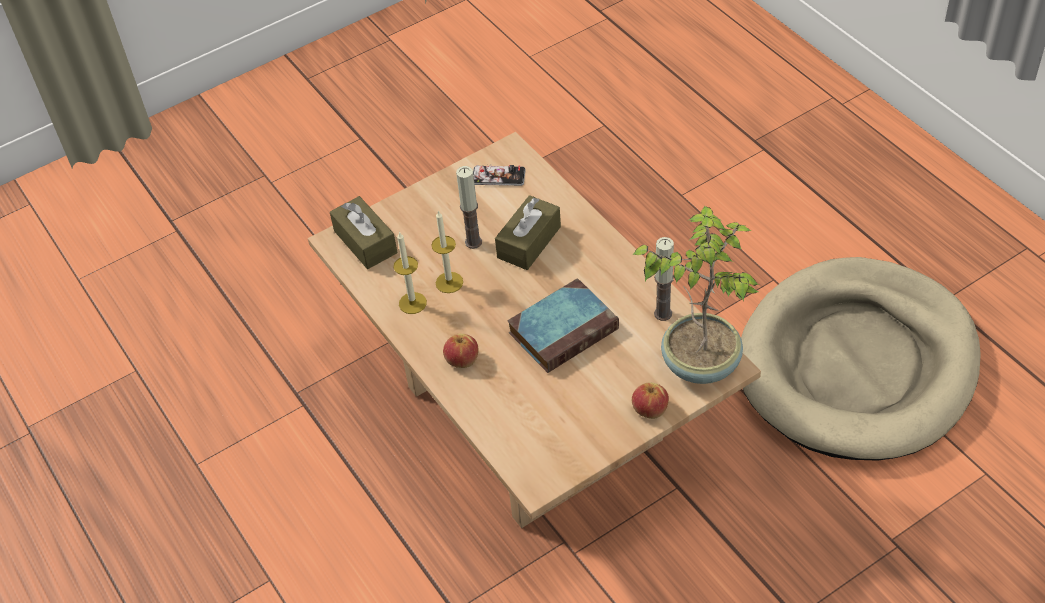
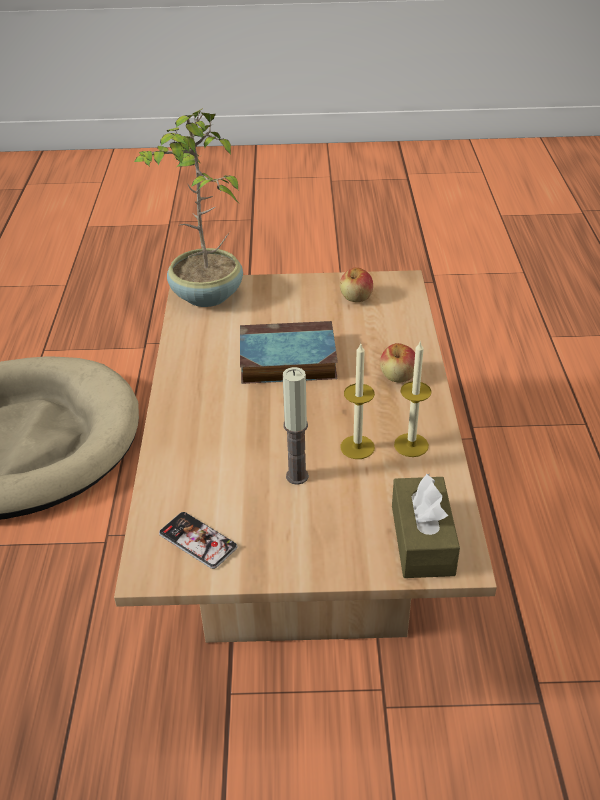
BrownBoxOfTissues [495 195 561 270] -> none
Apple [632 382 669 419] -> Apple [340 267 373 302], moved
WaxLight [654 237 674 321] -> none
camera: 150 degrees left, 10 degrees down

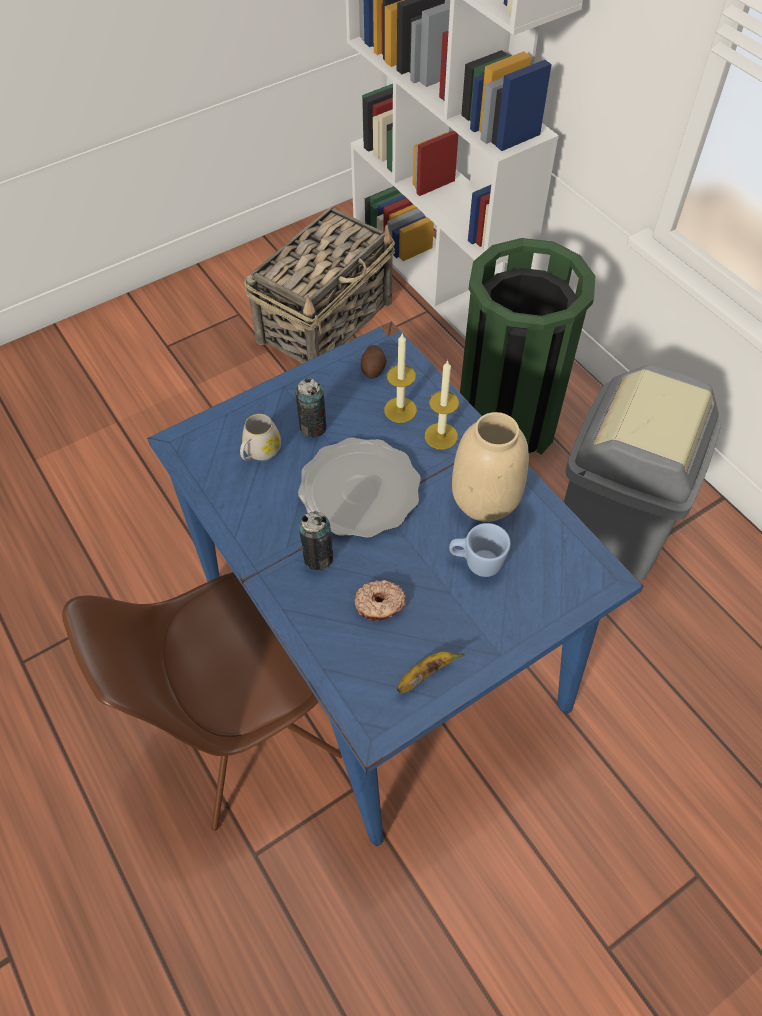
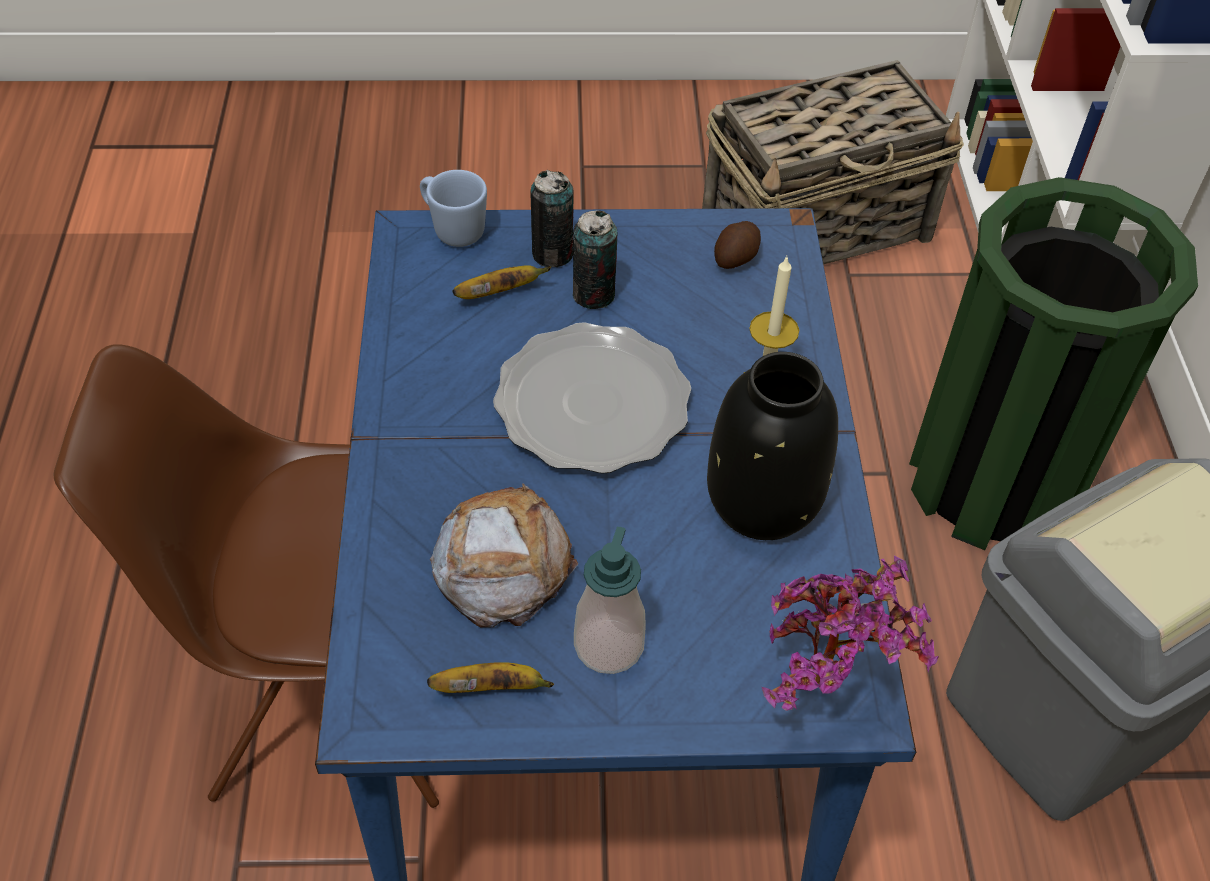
WhiteColouredMug [240 414 281 461] -> Banana [452 265 551 299]
MetalCan [299 511 333 571] -> MetalCan [530 170 573 267], moved
RingDoughnut [354 580 406 622] -> BakedBread [430 483 578 628]
WaxLight [384 334 417 423] -> none
BlueColouredMug [449 523 511 577] -> BlueColouredMug [420 170 487 247], moved
BeigeFlowerVase [452 412 529 522] -> BlackColouredFlowerVase [707 352 838 540]
none -> SoapDispenser [574 527 646 674]
none -> Houseplant [762 556 938 711]
camera: 30 degrees right, 5 degrees down

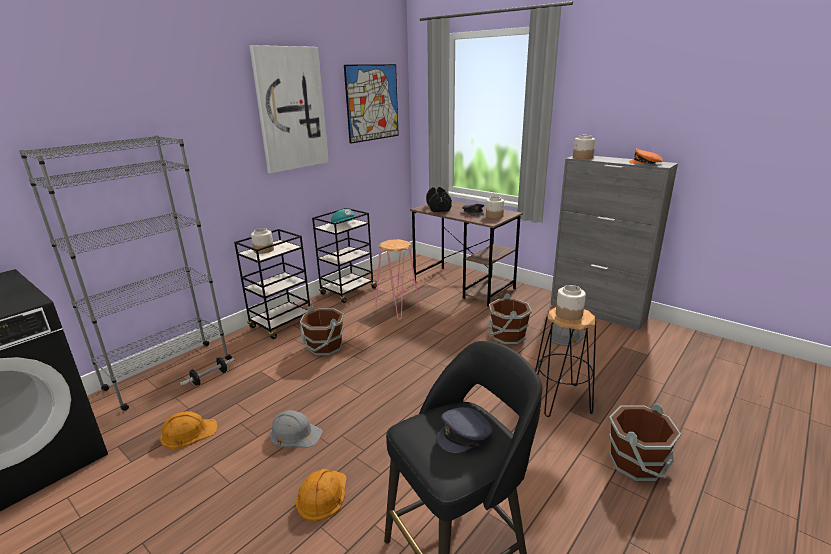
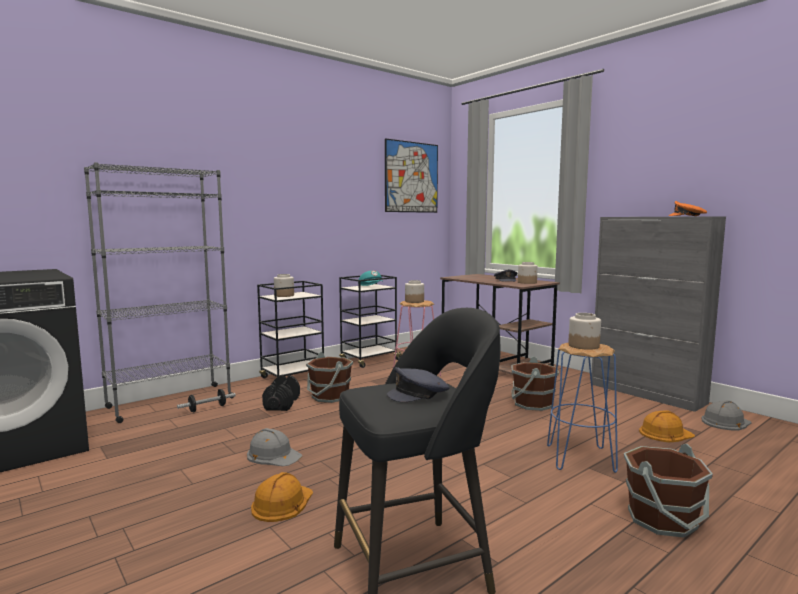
OrangeColouredHardHat [160 411 218 449] -> OrangeColouredHardHat [639 410 695 442], moved
WallArt [250 45 329 173] -> none
BlackColouredDumbbell [426 187 452 212] -> BlackColouredDumbbell [262 375 300 411], moved
BlackColouredStoolSeat [535 307 596 417] -> BlueColouredStoolSeat [547 343 618 473]
GrayHardHat [549 324 585 346] -> GrayHardHat [701 400 751 431], moved
PreserveJar [573 135 595 159] -> PreserveJar [405 280 424 303], moved
camera: 10 degrees right, 15 degrees down

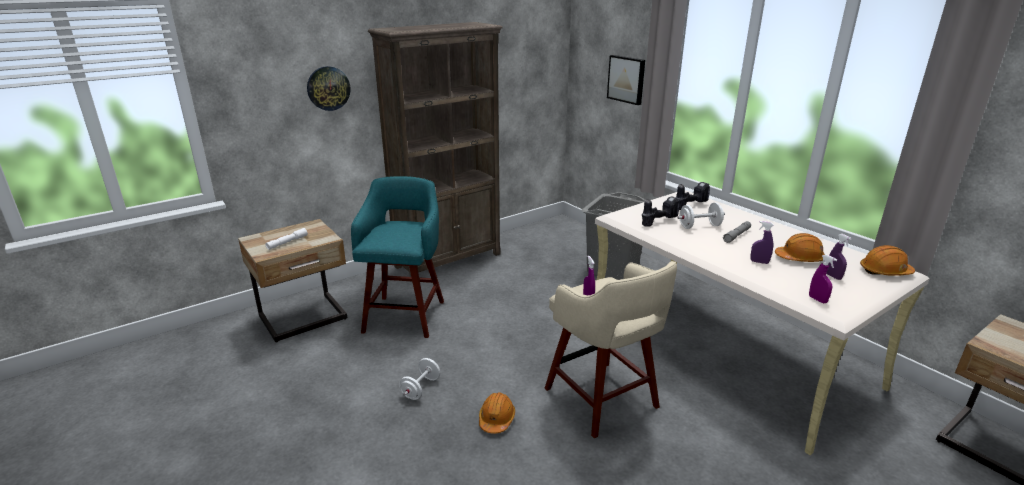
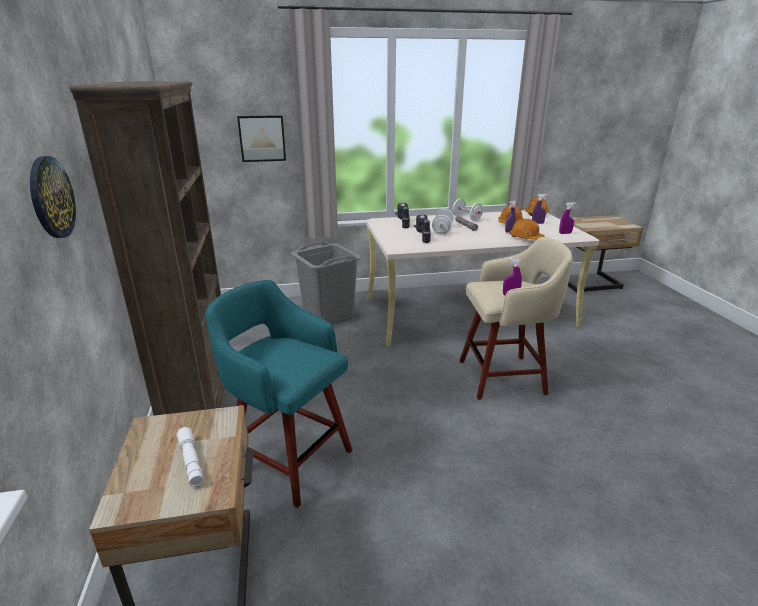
WhiteColouredDumbbell [399 358 440 400] -> WhiteColouredDumbbell [453 199 483 221], moved
OrangeColouredHardHat [479 393 515 434] -> OrangeColouredHardHat [509 219 545 240], moved
camera: 65 degrees left, 0 degrees up

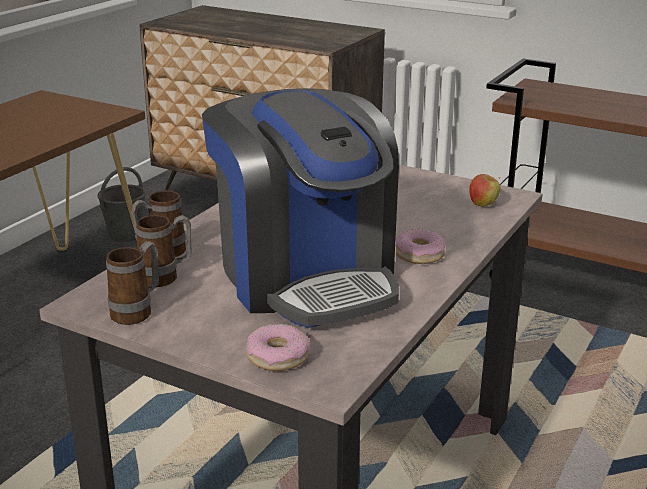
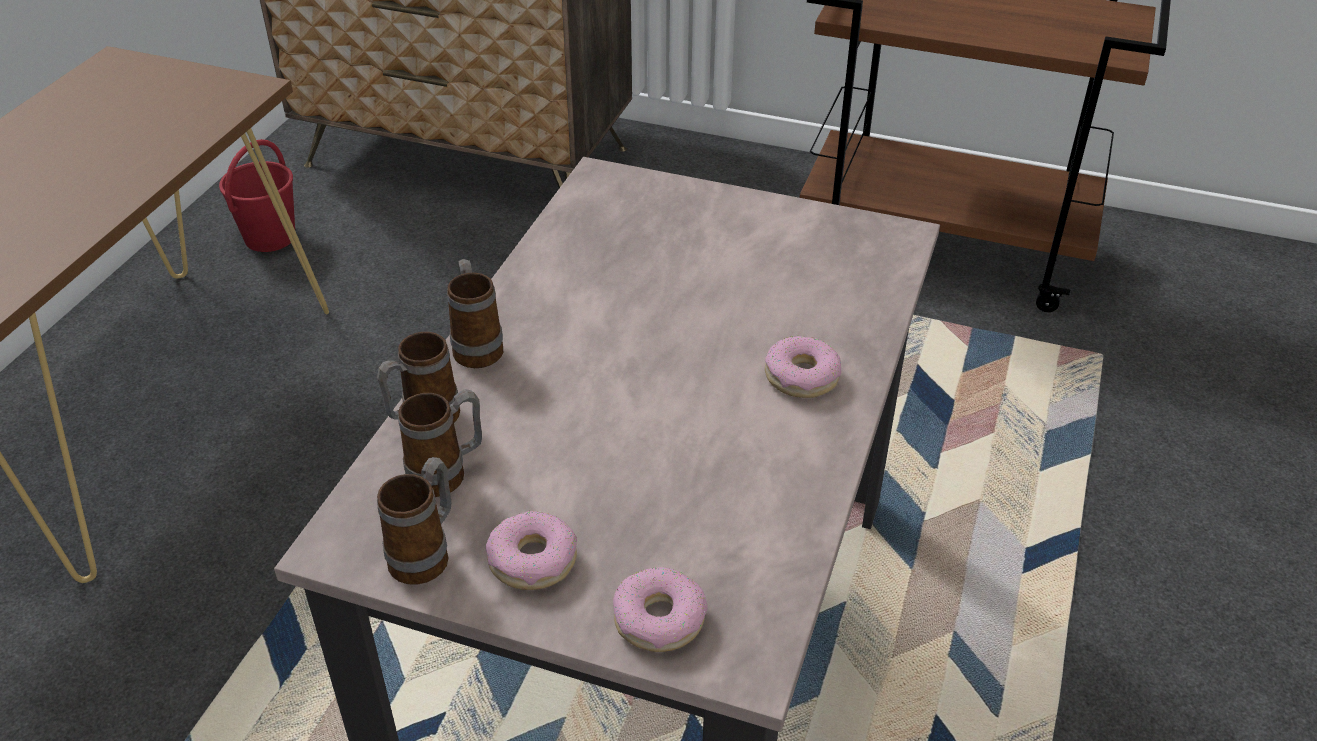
GrayPail [98 167 146 242] -> RedPail [219 139 295 252]
CoffeeMaker [202 88 399 328] -> none
Apple [469 174 501 207] -> none
none -> Mug [447 259 503 368]
none -> RingDoughnut [486 511 577 590]
camera: 10 degrees left, 15 degrees up

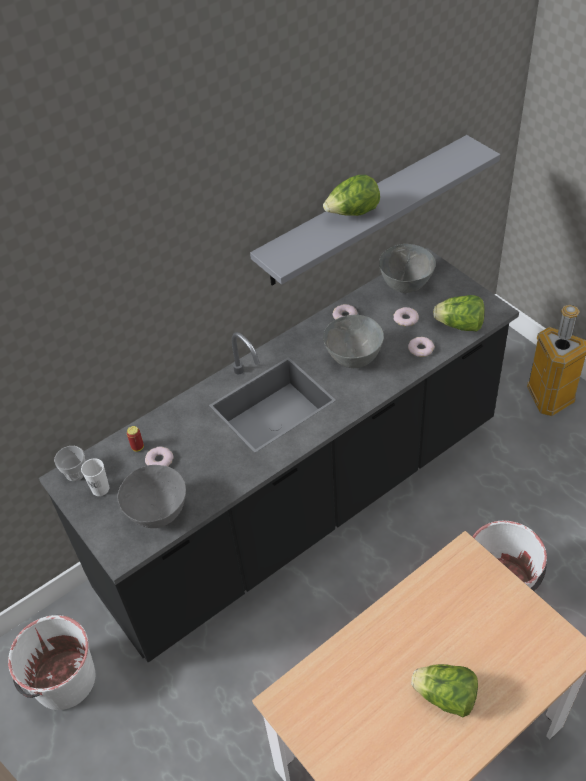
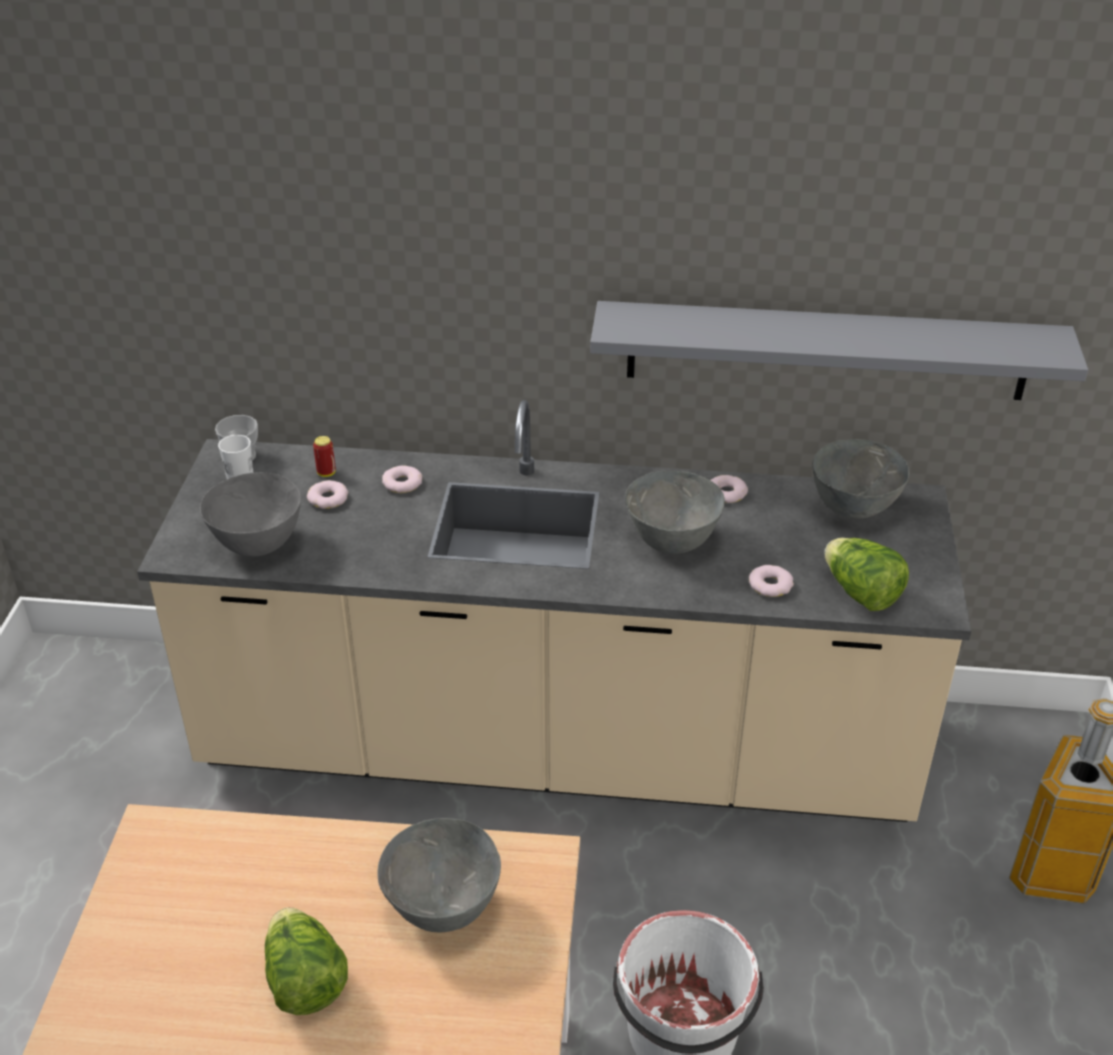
WhiteColouredPail [8 615 95 710] -> none
BlackColouredCounter [39 248 519 663] -> BeigeCounter [137 400 971 822]
LettuceHead [323 175 380 216] -> none
RingDoughnut [393 307 419 326] -> RingDoughnut [382 465 422 493], moved
none -> GrayBowl [377 818 501 933]
camera: 40 degrees right, 10 degrees down

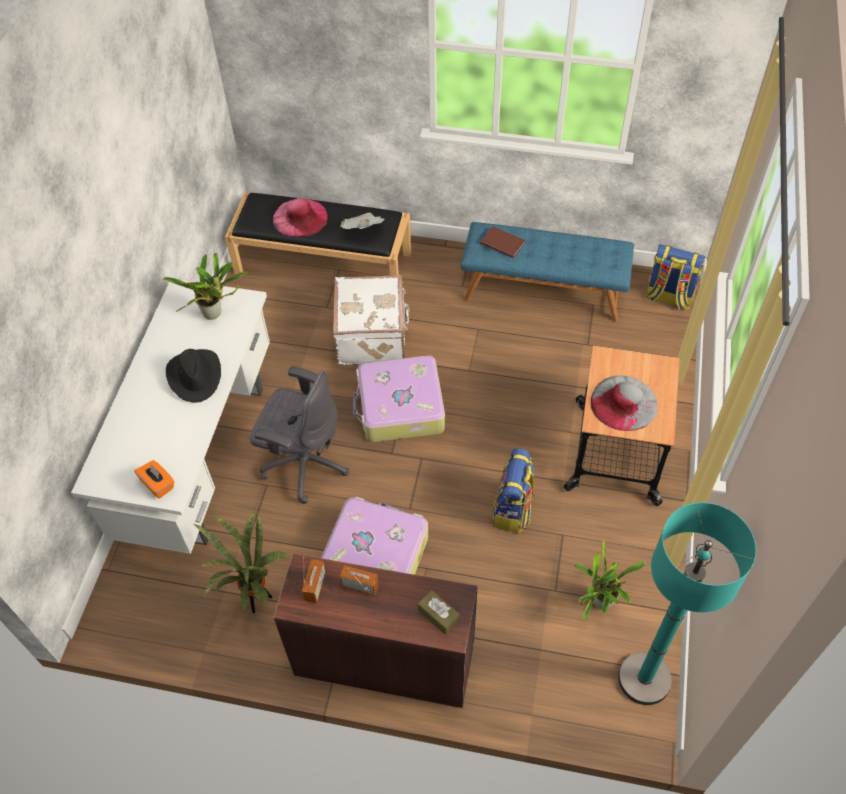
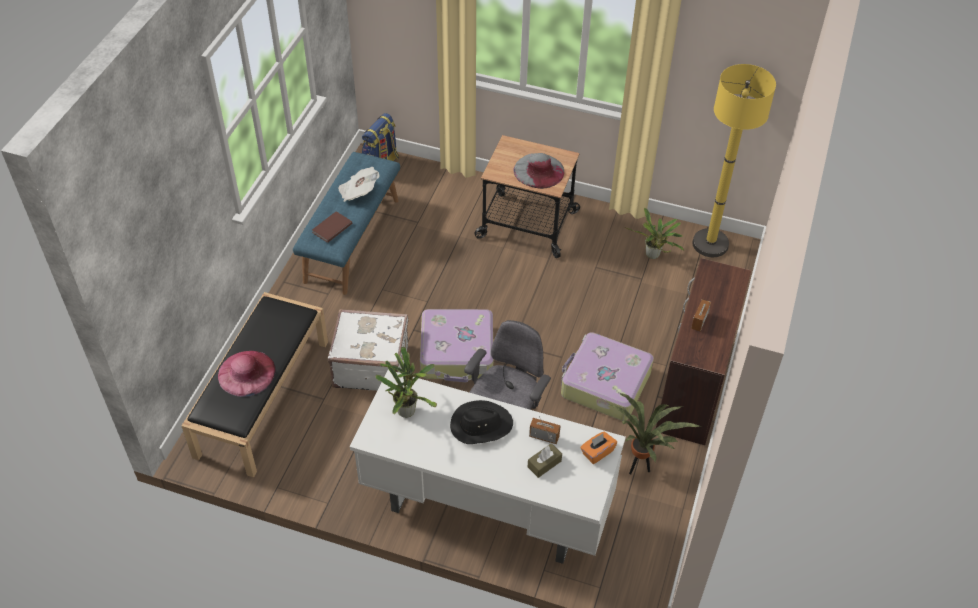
RadioSet [302 556 326 603] -> RadioSet [529 416 561 444], moved
DailyPaper [340 213 385 229] -> DailyPaper [338 167 379 202], moved
BrownBoxOfTissues [418 590 460 635] -> BrownBoxOfTissues [528 443 562 478], moved
Rucksack [492 448 535 533] -> none
TurquoiseColouredStandardLamp [618 502 756 705] -> YellowishStandardLamp [692 64 776 257]
camera: 85 degrees left, 5 degrees down

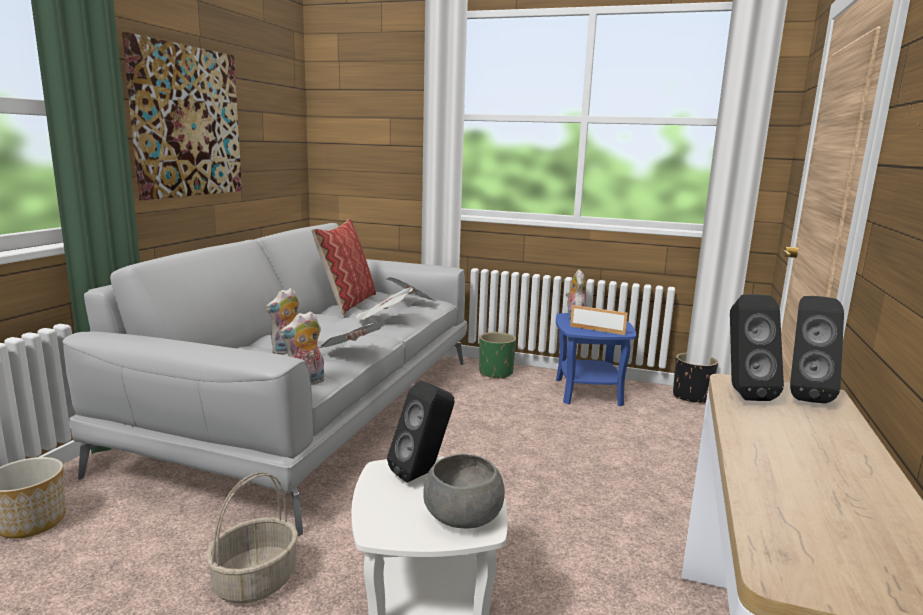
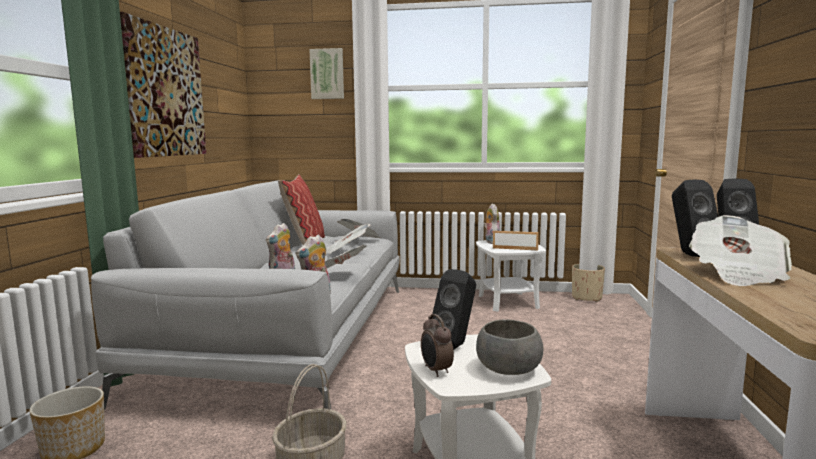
GreenPlantPot [479 332 516 379] -> none
BlueColouredAccentTable [556 313 636 406] -> WhiteColouredAccentTable [476 240 546 312]
BlackColouredPlantPot [673 353 718 405] -> BeigePlantPot [572 264 605 302]
none -> WallArt [309 48 344 99]
none -> BedsideClock [421 314 454 377]
none -> DailyPaper [689 215 792 286]
camera: 10 degrees left, 5 degrees down

